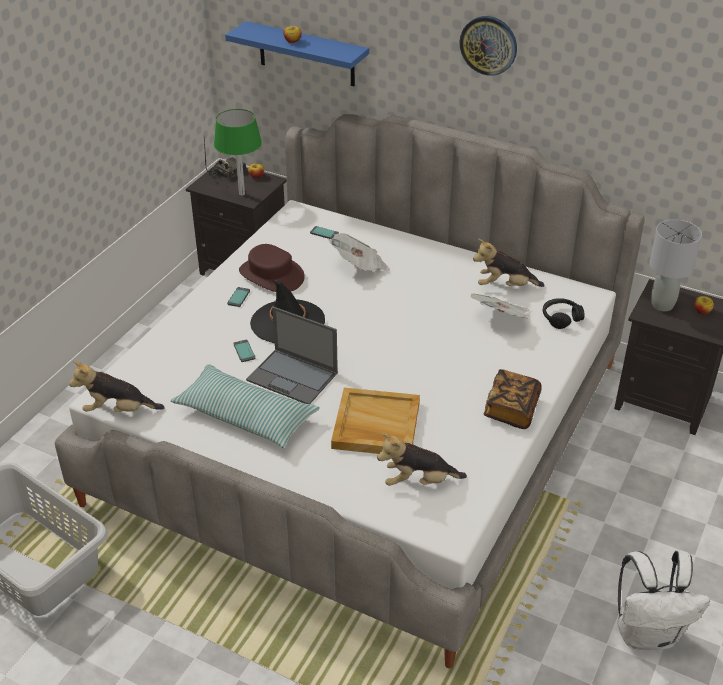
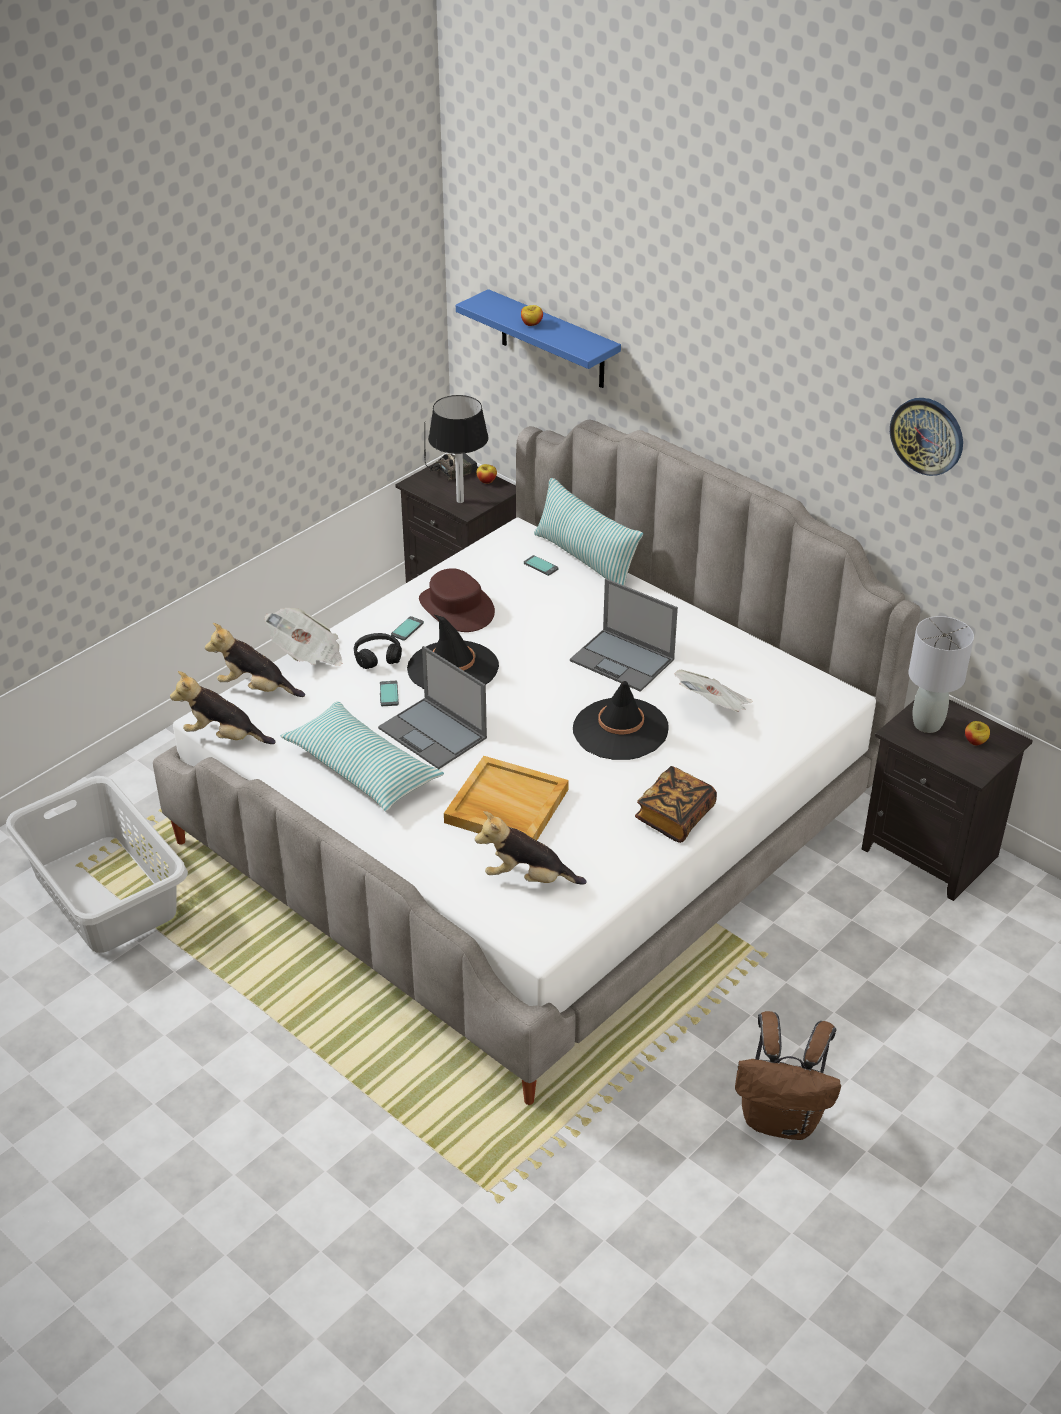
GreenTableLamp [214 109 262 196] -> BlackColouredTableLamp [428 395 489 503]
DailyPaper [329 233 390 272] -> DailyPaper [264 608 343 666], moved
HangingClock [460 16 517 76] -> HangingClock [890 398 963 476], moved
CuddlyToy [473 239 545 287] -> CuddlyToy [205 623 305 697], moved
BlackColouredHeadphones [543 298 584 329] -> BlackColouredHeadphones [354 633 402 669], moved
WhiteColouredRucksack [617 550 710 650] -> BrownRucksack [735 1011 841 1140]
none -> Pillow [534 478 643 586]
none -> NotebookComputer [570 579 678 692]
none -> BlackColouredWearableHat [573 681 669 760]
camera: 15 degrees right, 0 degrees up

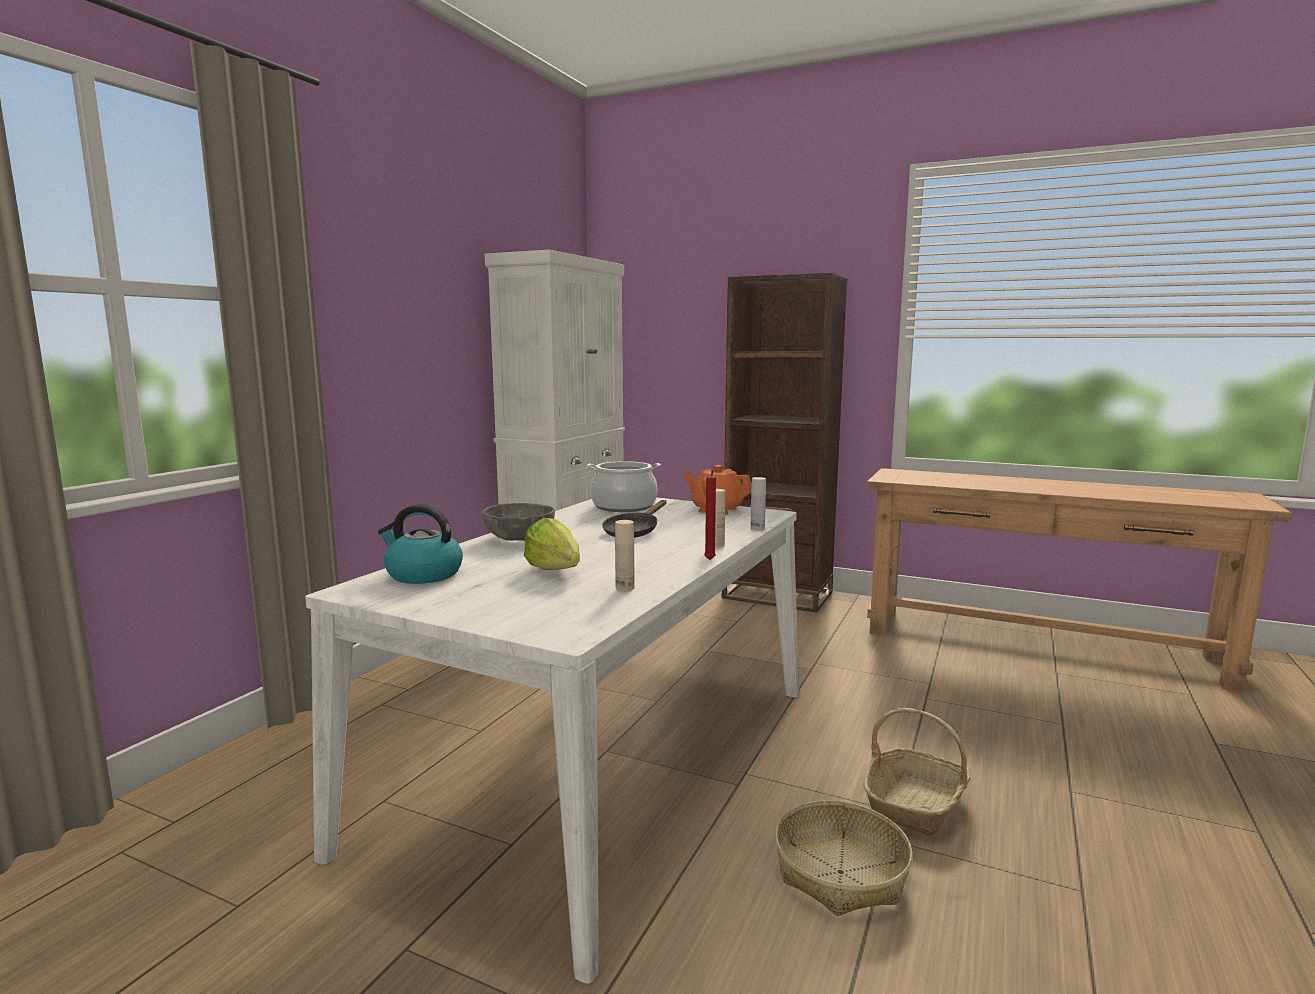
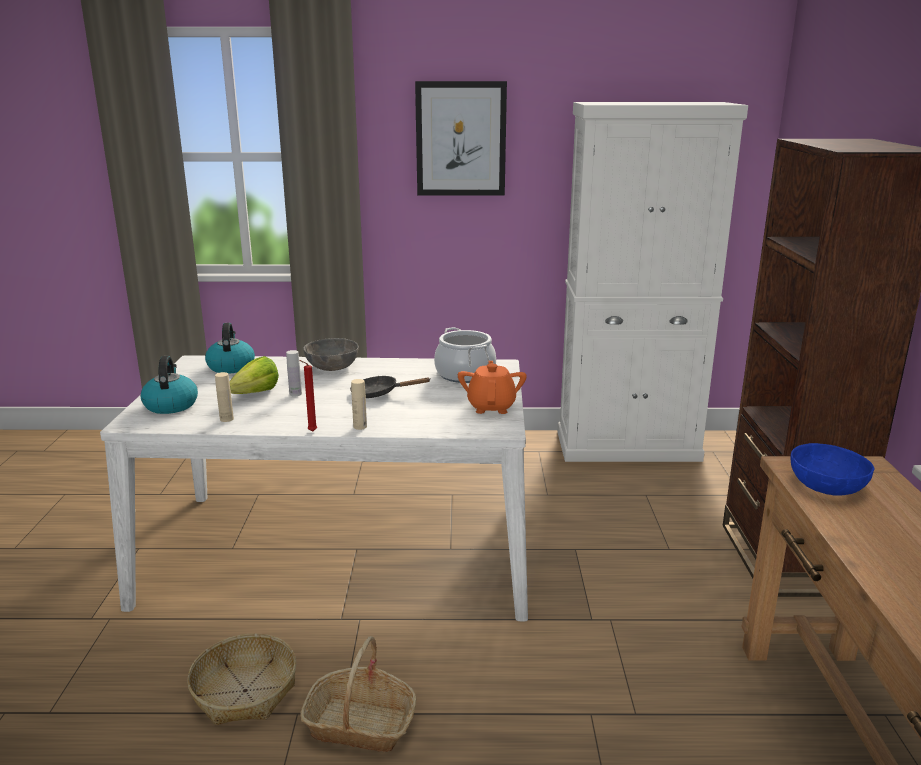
WhiteColouredDrinkBottle [750 477 766 531] -> WhiteColouredDrinkBottle [286 350 302 397], moved
none -> TeaKettle [141 356 198 414]
none -> WallArt [415 81 507 195]
none -> BlueColouredBowl [791 443 874 496]
camera: 65 degrees right, 10 degrees up

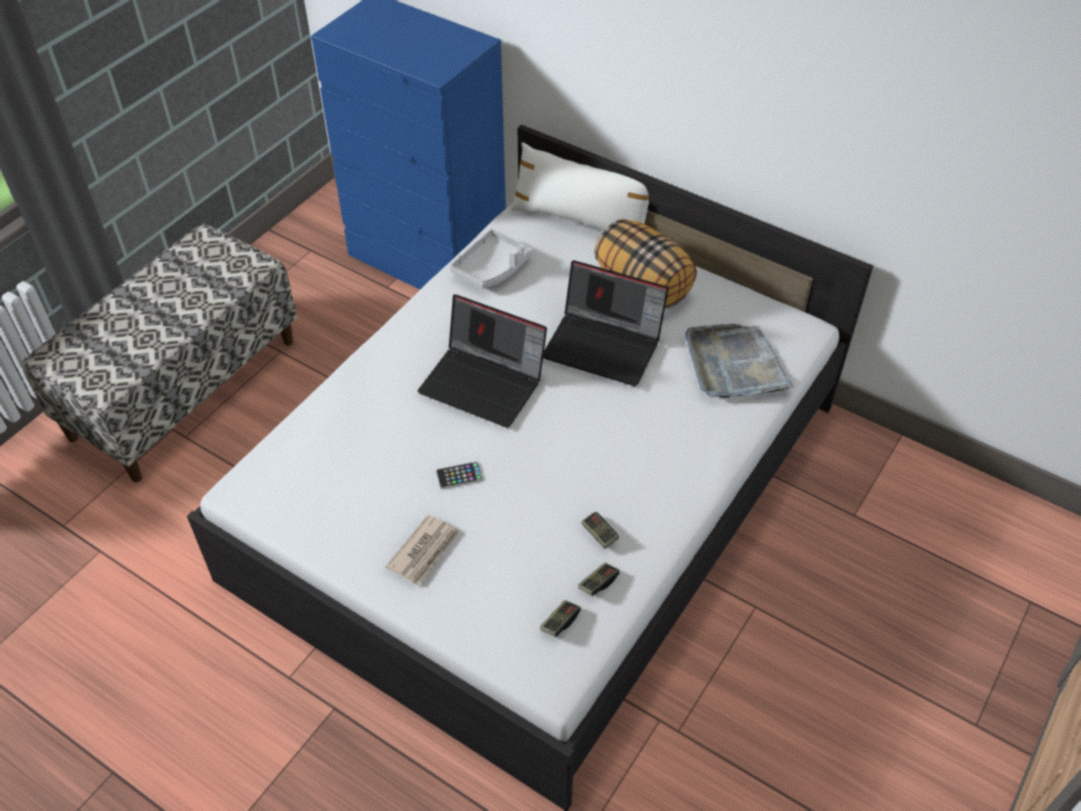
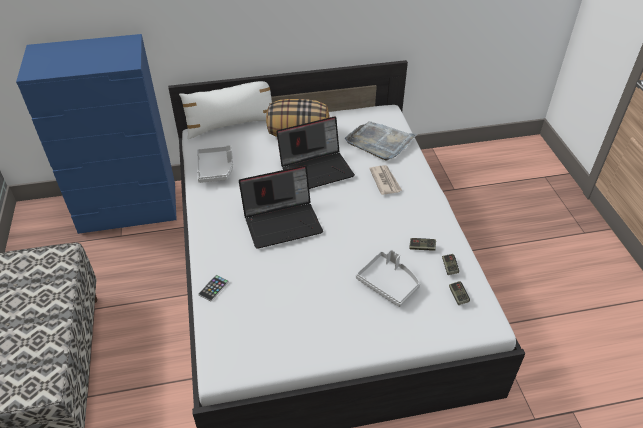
DailyPaper [385 514 460 584] -> DailyPaper [369 165 402 195], moved
Handset [436 461 483 489] -> Handset [198 275 229 302], moved
none -> GrayCarryingTray [356 249 420 307]
camera: 45 degrees left, 5 degrees down

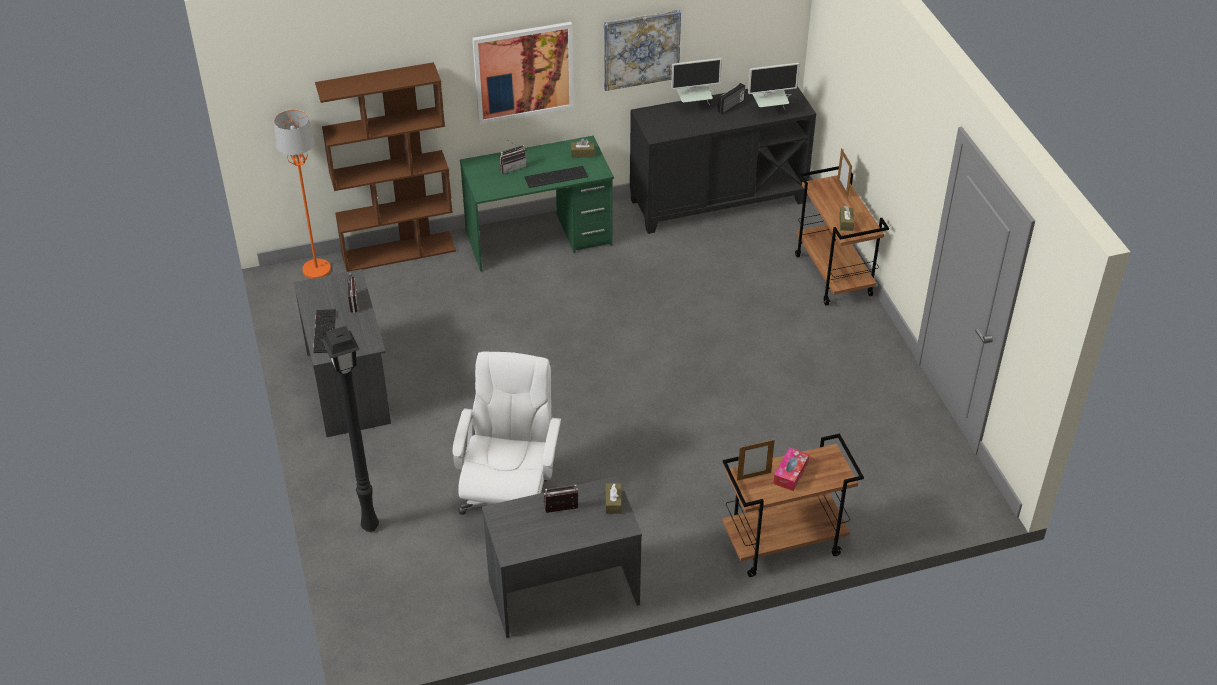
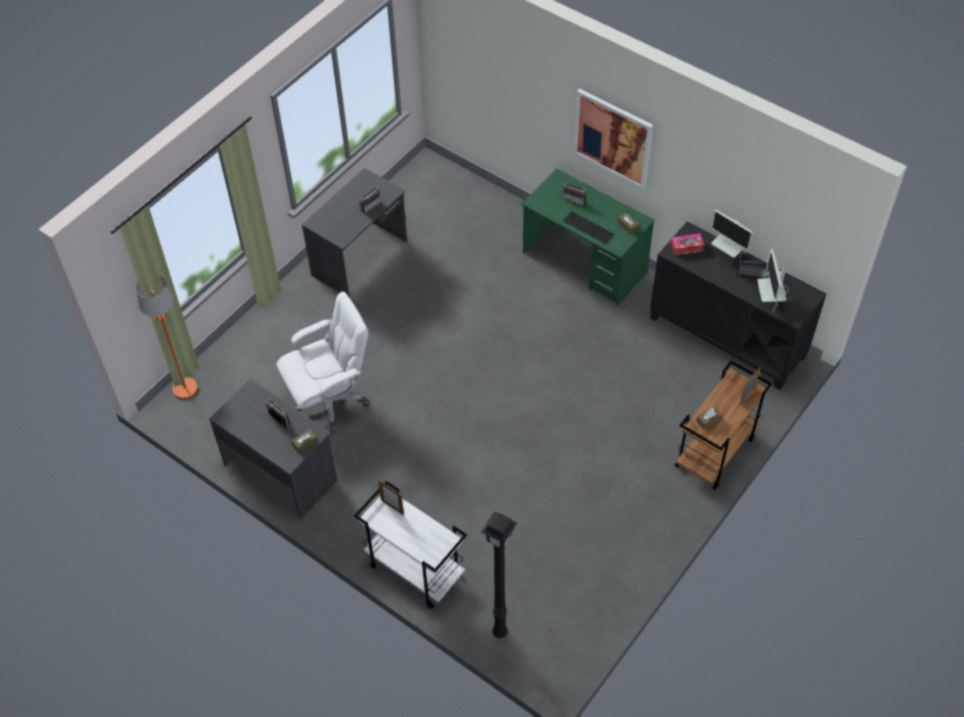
OrangeColouredStandardLamp [274 110 331 279] -> OrangeColouredStandardLamp [135 275 198 399], moved
ComputerKeyboard [313 309 337 354] -> none
BrownBookcase [315 62 456 272] -> none
BlackColouredStandardLamp [321 326 379 532] -> BlackColouredStandardLamp [482 511 517 638], moved
WallArt [604 10 681 91] -> none
BrownCart [722 433 864 577] -> WhiteColouredCart [354 481 467 609]
ComputerDisplay [748 63 799 109] -> ComputerDisplay [757 249 789 312], 45 degrees clockwise
BoxOfTissues [773 447 809 491] -> BoxOfTissues [671 233 704 256], moved
camera: 55 degrees right, 10 degrees up

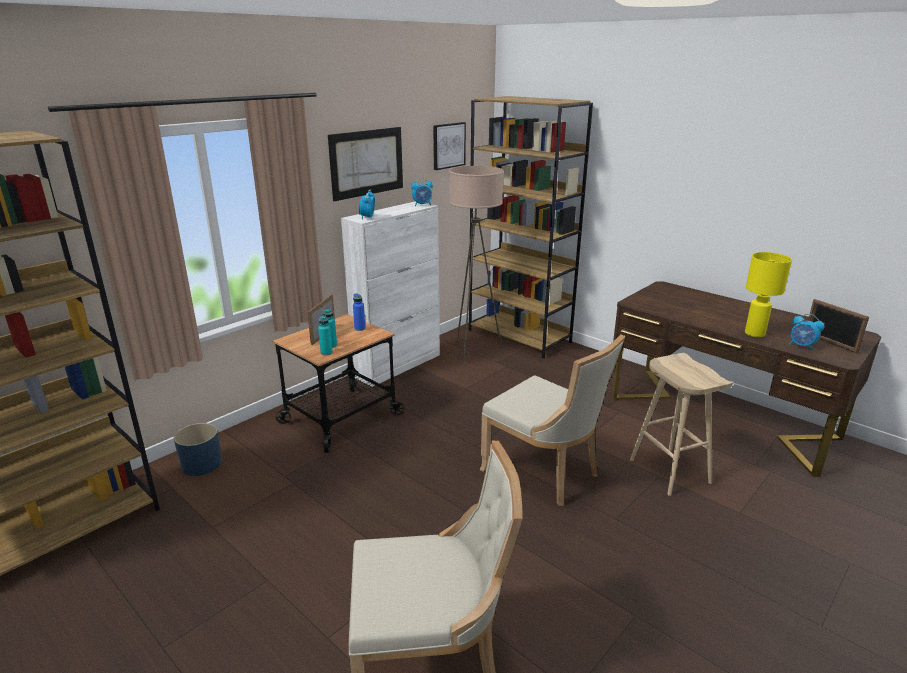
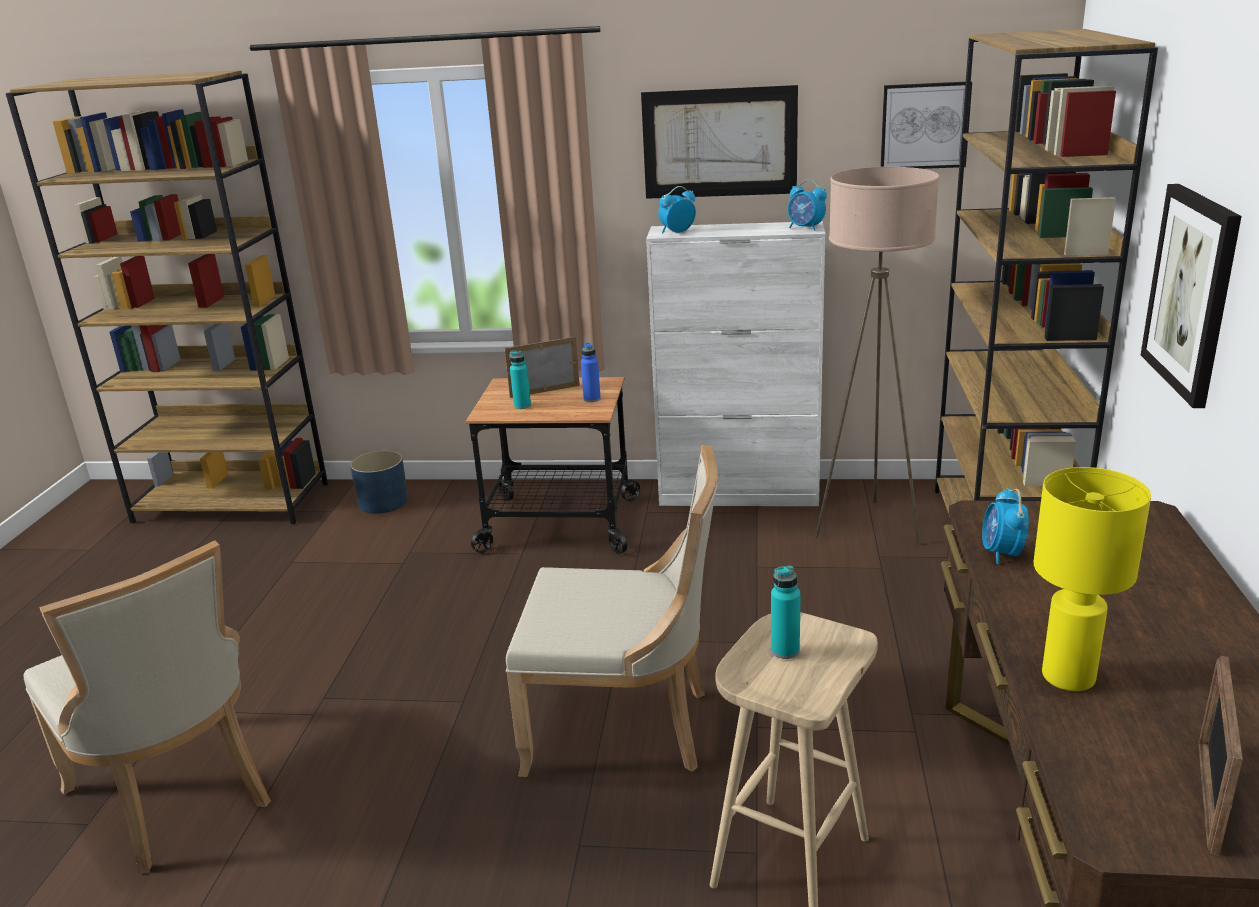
TurquoiseColouredDrinkBottle [318 315 333 356] -> TurquoiseColouredDrinkBottle [771 565 801 659], moved
BeigePlainChair [479 334 625 506] -> BeigePlainChair [506 445 718 777], 90 degrees counterclockwise
BedsideClock [789 314 824 351] -> BedsideClock [982 488 1029 564], moved
none -> WallArt [1141 184 1242 408]
camera: 55 degrees right, 0 degrees up

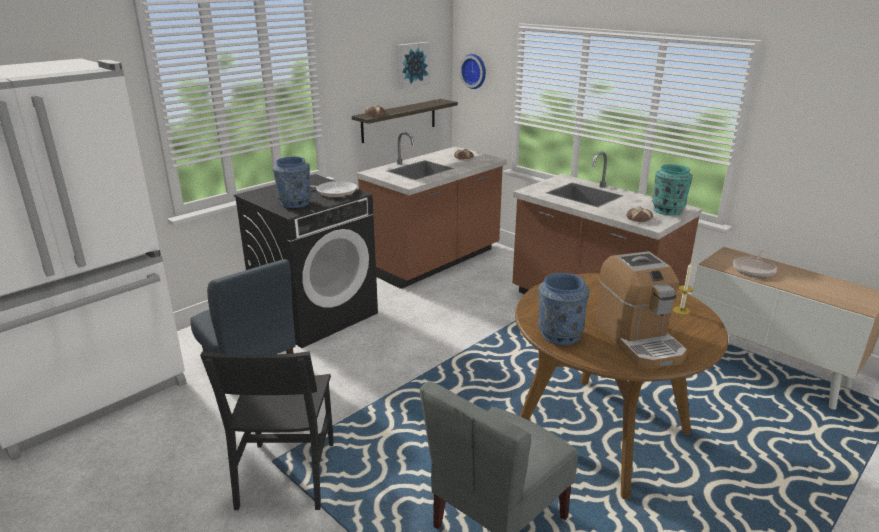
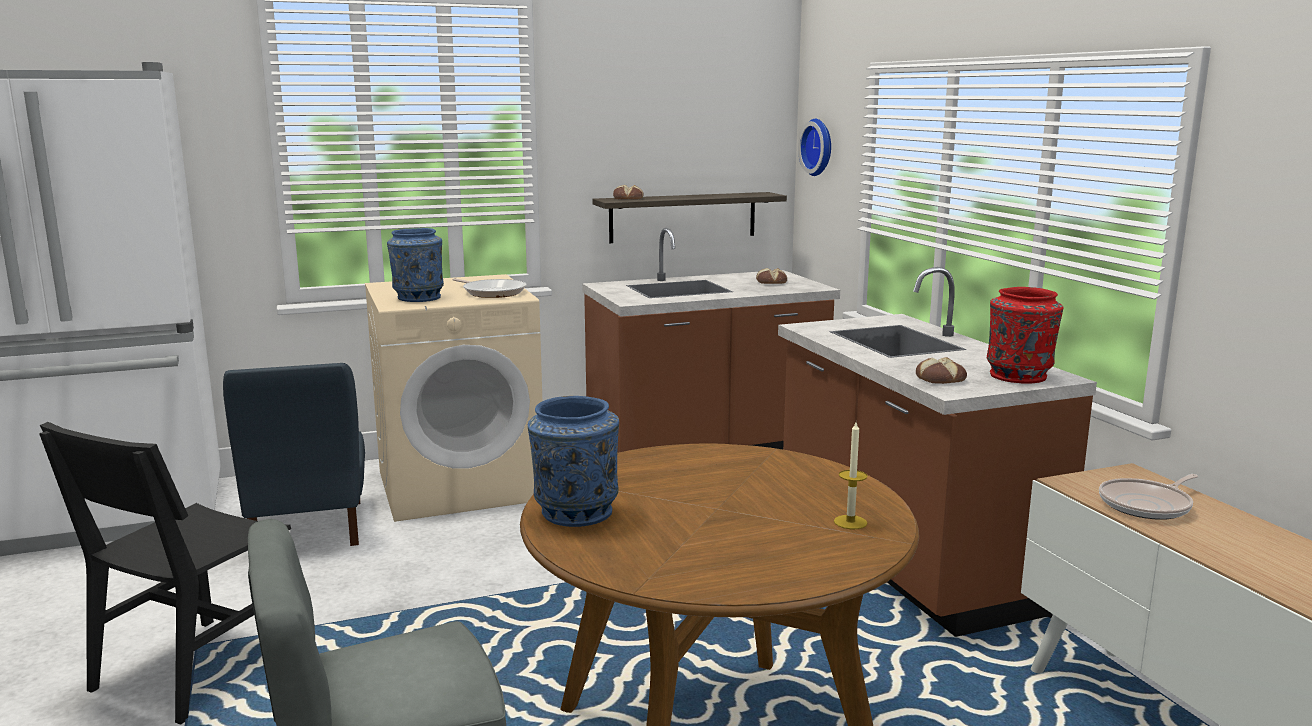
BlackColouredLaundryMachine [234 174 378 348] -> BeigeLaundryMachine [365 274 542 522]
WallArt [397 42 430 89] -> none
CoffeeMaker [596 252 687 369] -> none
TurquoiseColouredFlowerVase [652 164 693 215] -> RedFlowerVase [987 287 1063 384]
camera: 25 degrees right, 10 degrees down

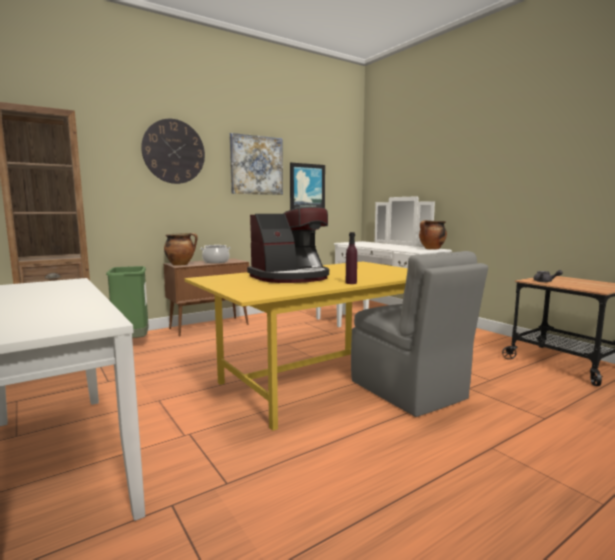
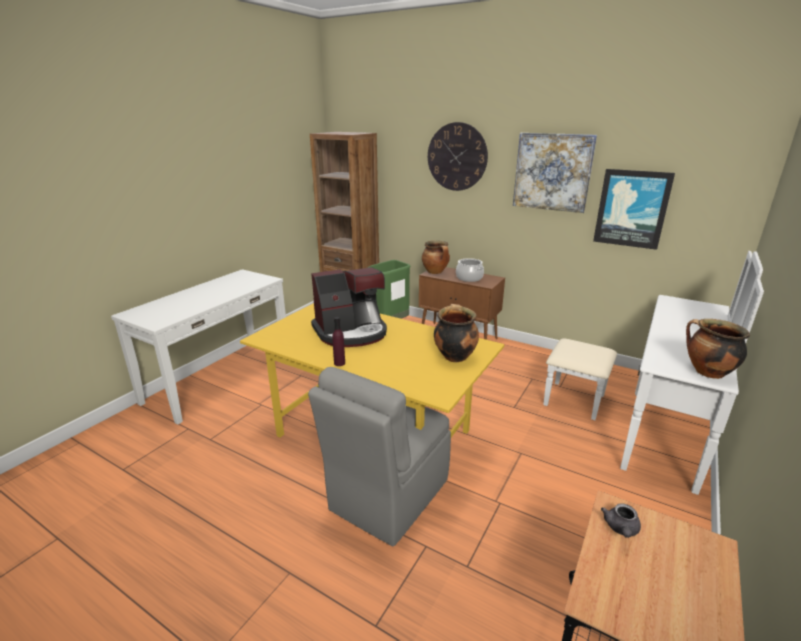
CoffeeMaker [247 207 329 283] -> CoffeeMaker [311 267 387 347], 60 degrees counterclockwise
none -> Saucepot [434 304 479 362]
camera: 65 degrees right, 15 degrees up

